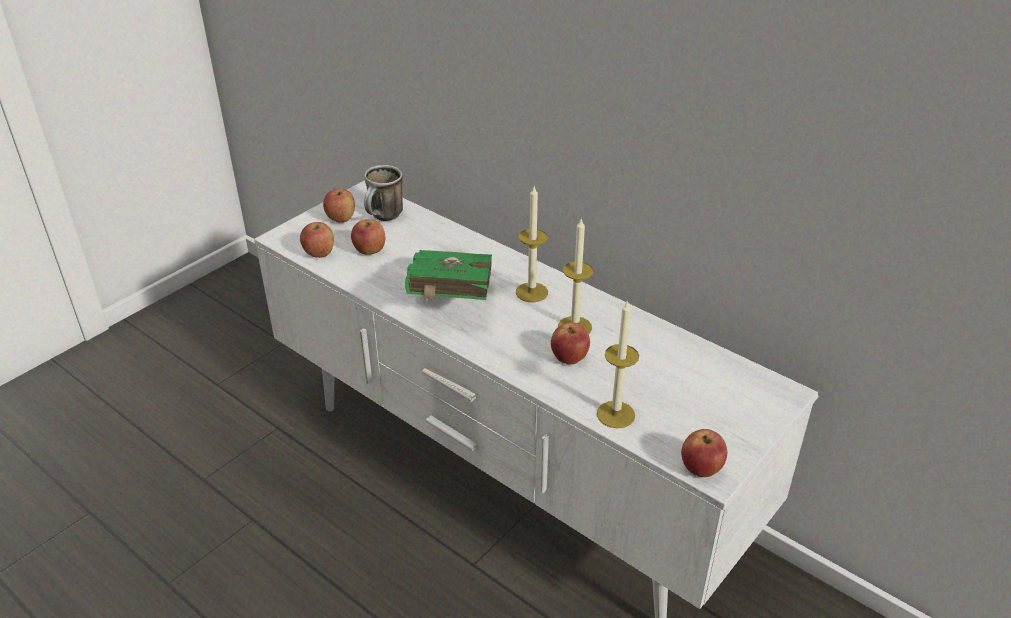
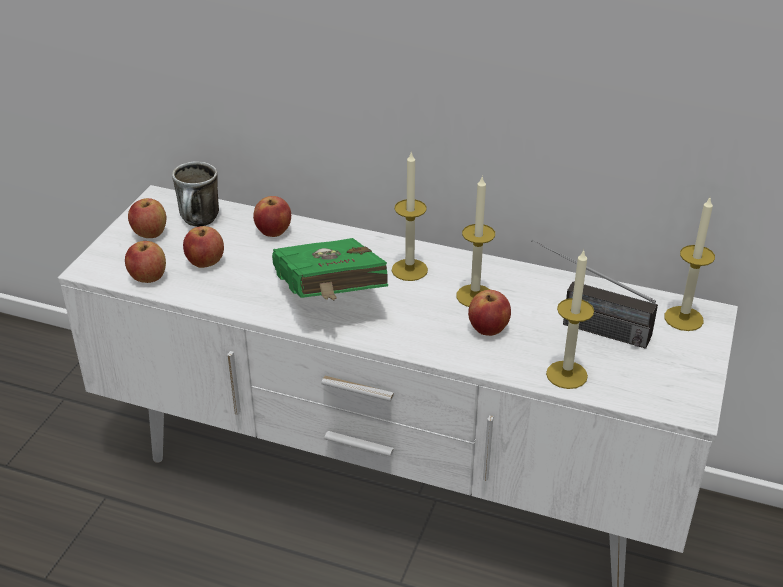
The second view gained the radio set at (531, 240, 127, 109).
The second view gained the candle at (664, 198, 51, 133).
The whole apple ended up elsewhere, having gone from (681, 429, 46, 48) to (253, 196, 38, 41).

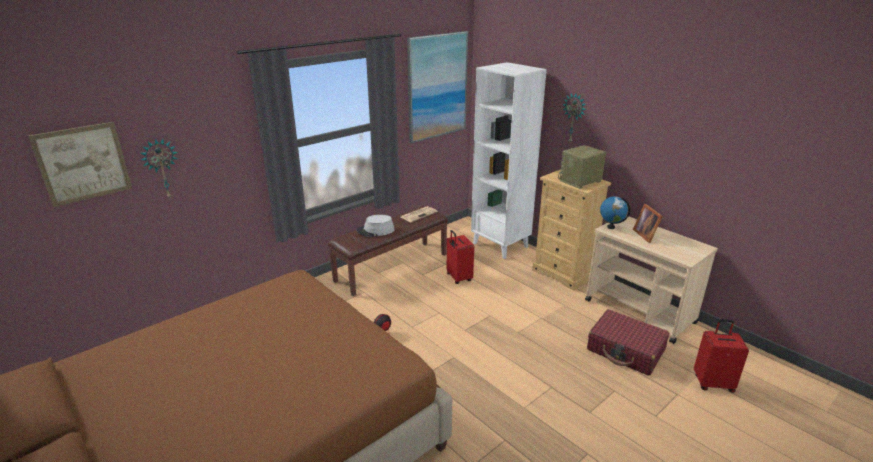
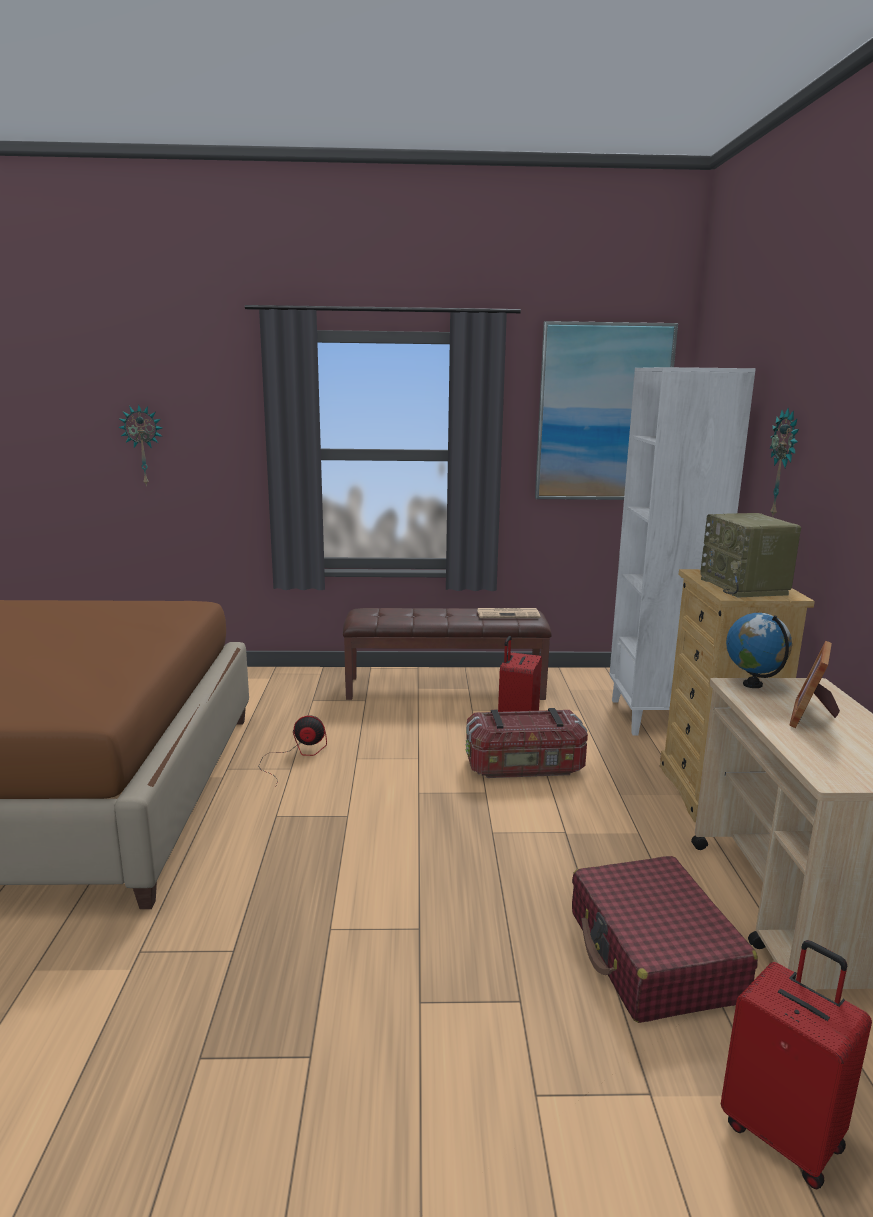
The second view lost the wall art at (28, 122, 104, 85).
The second view lost the hat in greyish at (356, 215, 39, 22).
The second view gained the storage bin at (465, 708, 123, 70).
The radio set at (558, 145, 48, 44) ended up facing another way, 105 degrees counterclockwise from before.

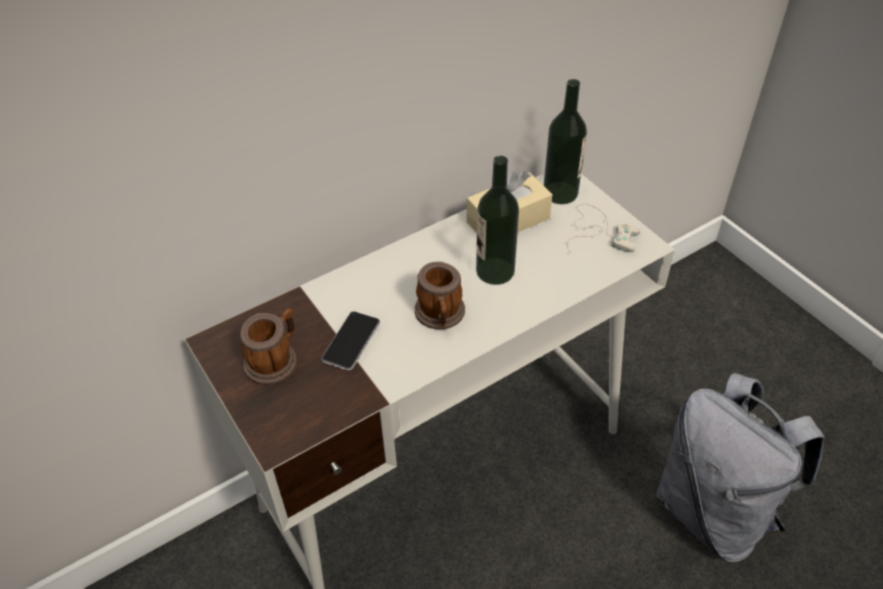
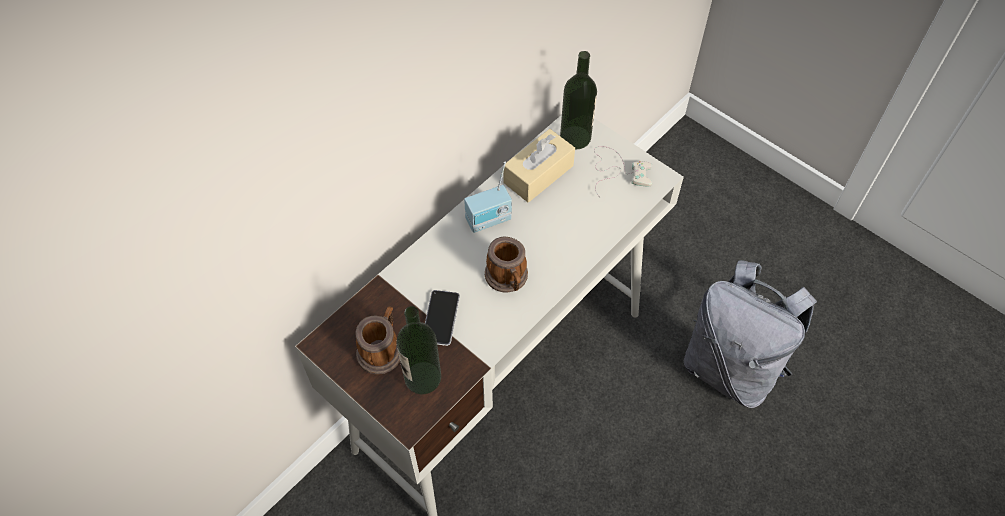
The second view gained the radio set at (464, 161, 48, 72).
The beverage bottle ended up elsewhere, having gone from (476, 156, 43, 129) to (396, 306, 45, 88).

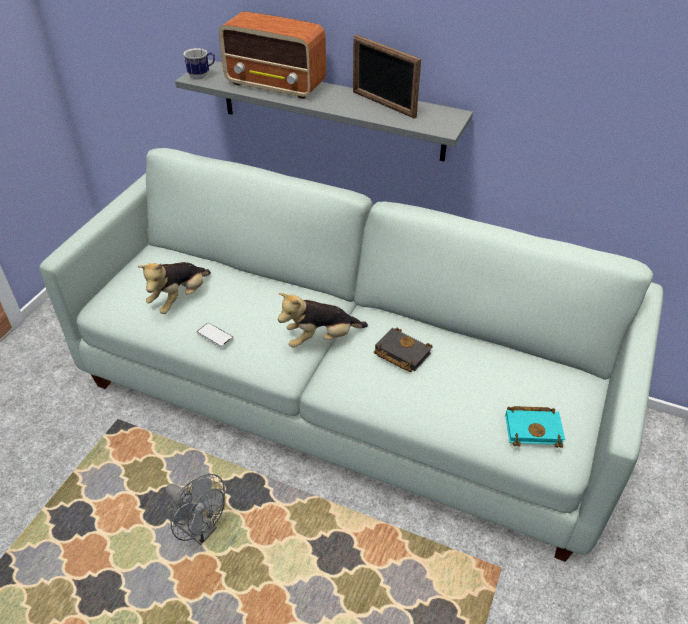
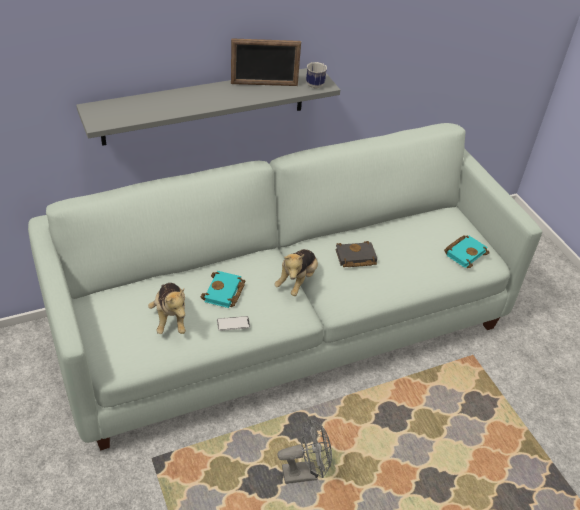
The second view lost the radio set at (219, 12, 107, 87).
The second view gained the volume in blue-green at (201, 271, 45, 37).
The tea mug ended up elsewhere, having gone from (184, 48, 31, 31) to (306, 62, 21, 27).

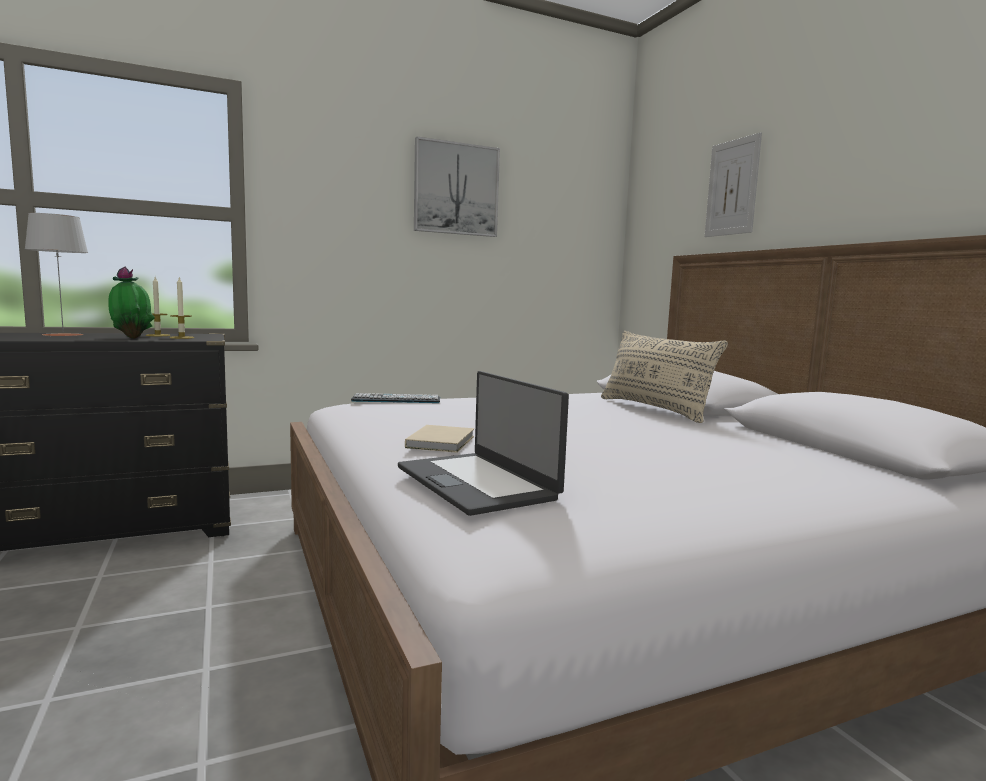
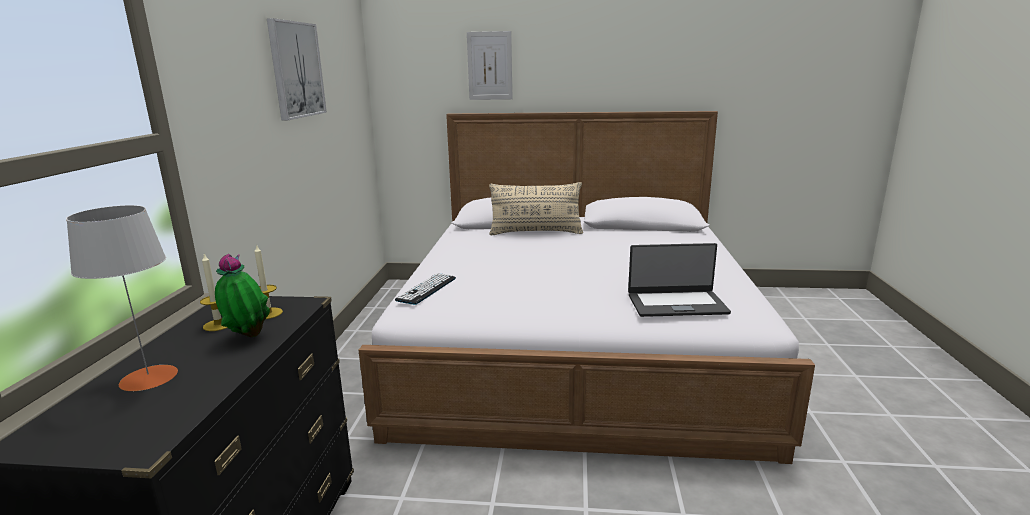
The second view lost the volume in sand-coloured at (405, 425, 69, 28).

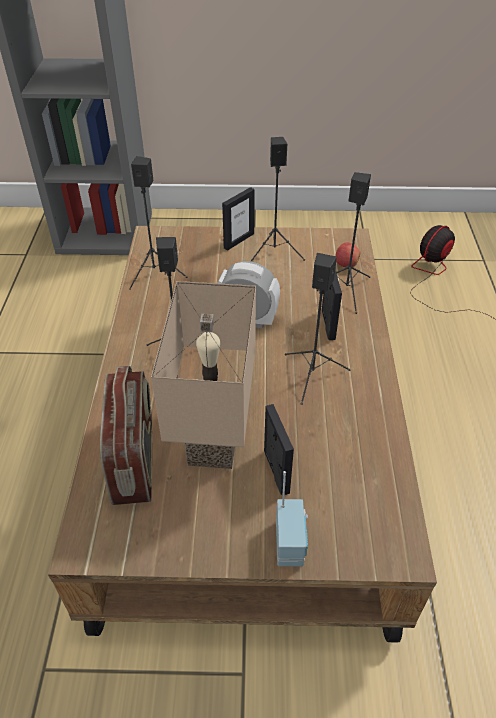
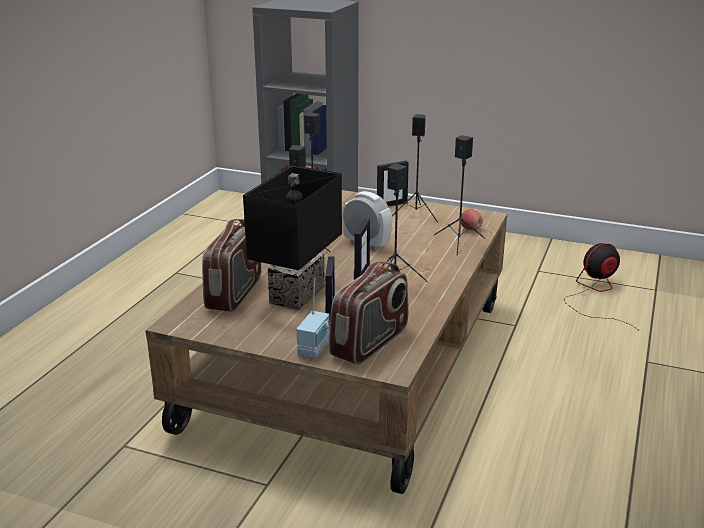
The second view gained the radio set at (329, 261, 80, 104).
The photo frame ended up elsewhere, having gone from (322, 271, 20, 69) to (354, 218, 16, 62).
What was the tabletop lamp in sand-coloured at (151, 281, 105, 188) turned into the tabletop lamp in black at (243, 165, 99, 145).

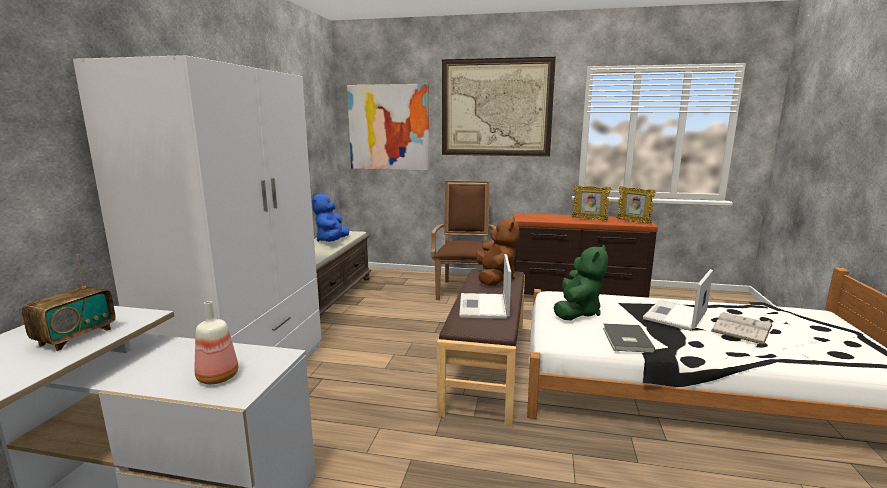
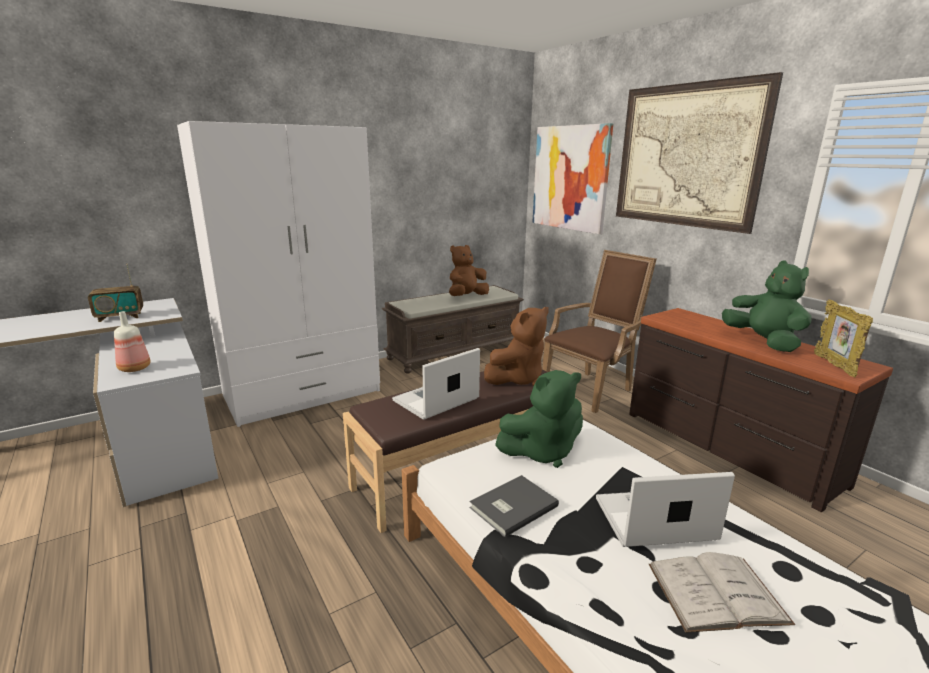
Where the photo frame stood at (571, 185, 40, 36), the plush toy in greenish came to stand at (722, 261, 89, 91).
What was the plush toy in blue-coloured at (312, 193, 37, 49) turned into the plush toy in brown-coloured at (449, 245, 40, 51).

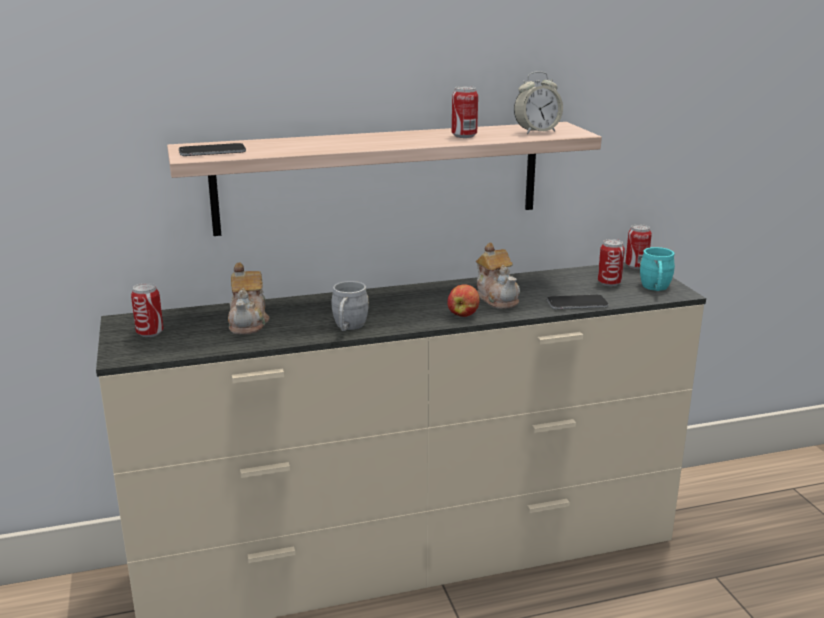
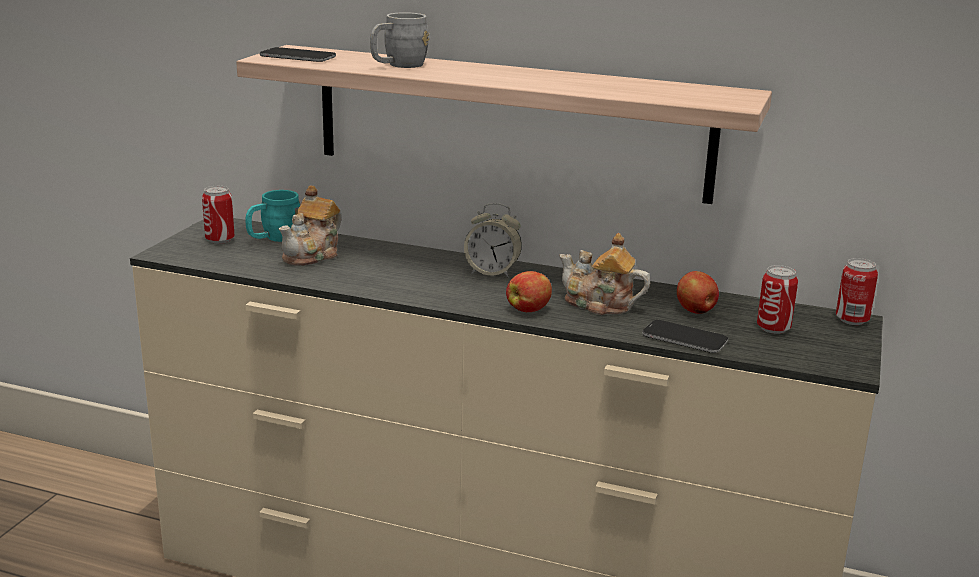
The second view lost the can at (452, 86, 26, 52).
The second view gained the whole apple at (677, 271, 42, 43).
The tea mug in greyish ended up elsewhere, having gone from (331, 281, 38, 50) to (370, 12, 59, 56).
The table clock ended up elsewhere, having gone from (514, 71, 49, 63) to (464, 203, 58, 75).
The tea mug in blue-green ended up elsewhere, having gone from (640, 247, 35, 44) to (245, 190, 55, 52).
The tea pot at (476, 242, 44, 67) ended up facing another way, 105 degrees clockwise from before.

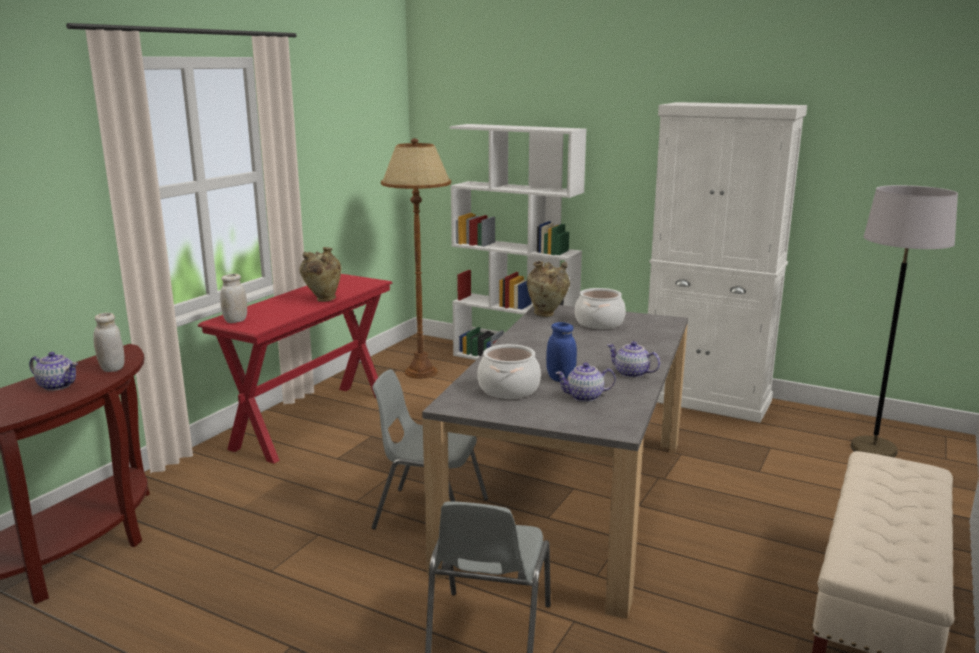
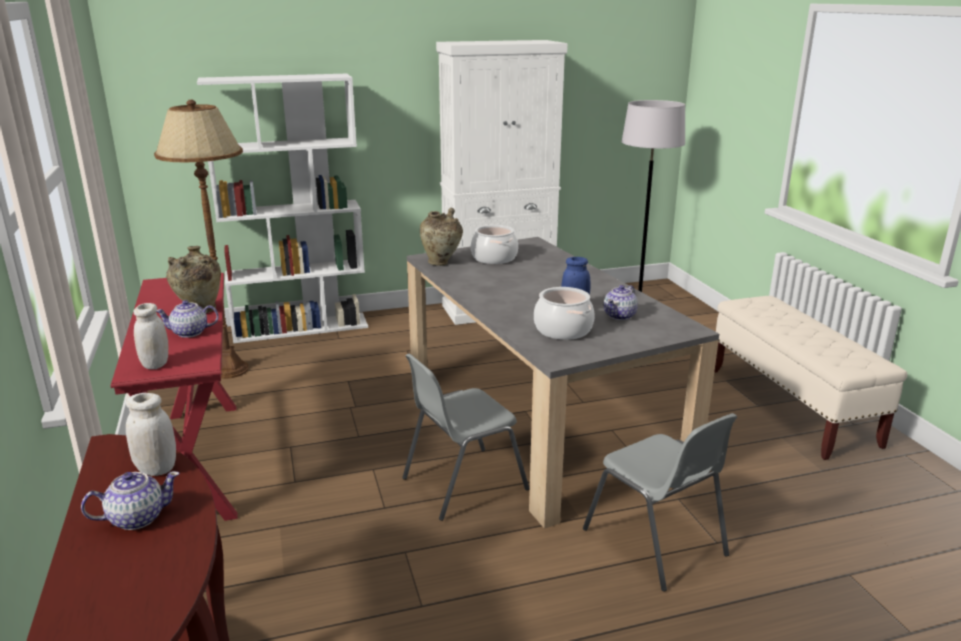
The tea pot ended up elsewhere, having gone from (607, 341, 53, 37) to (156, 300, 63, 38).

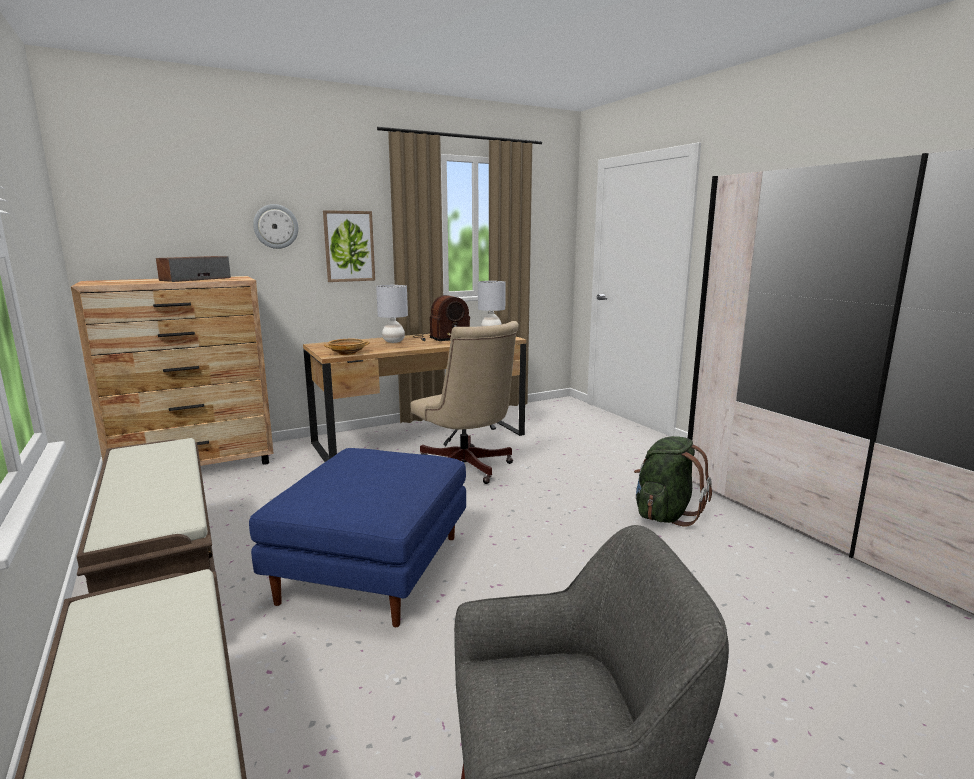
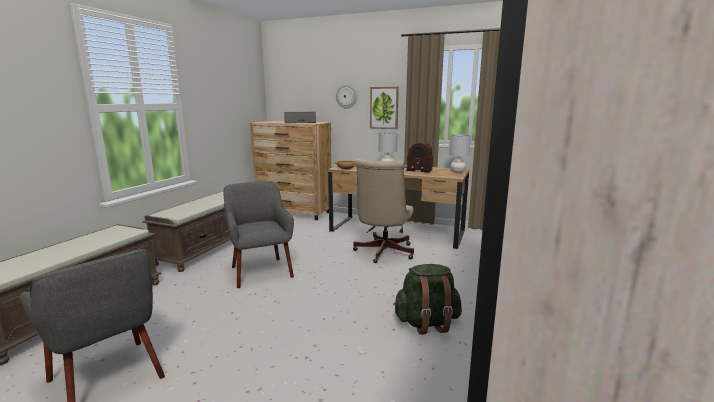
Where the footrest in blue-coloured stood at (249, 448, 217, 179), the easy chair in greyish came to stand at (223, 181, 71, 107).

